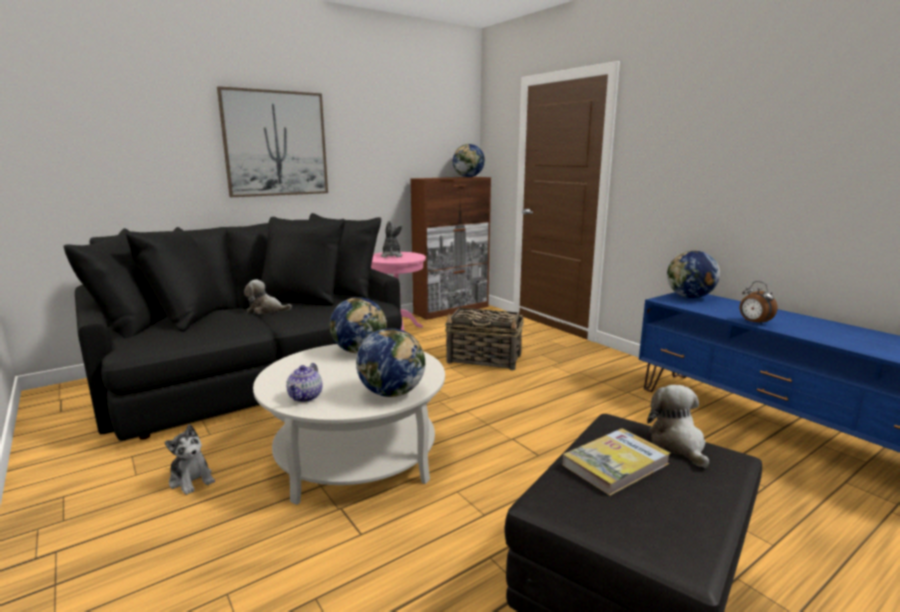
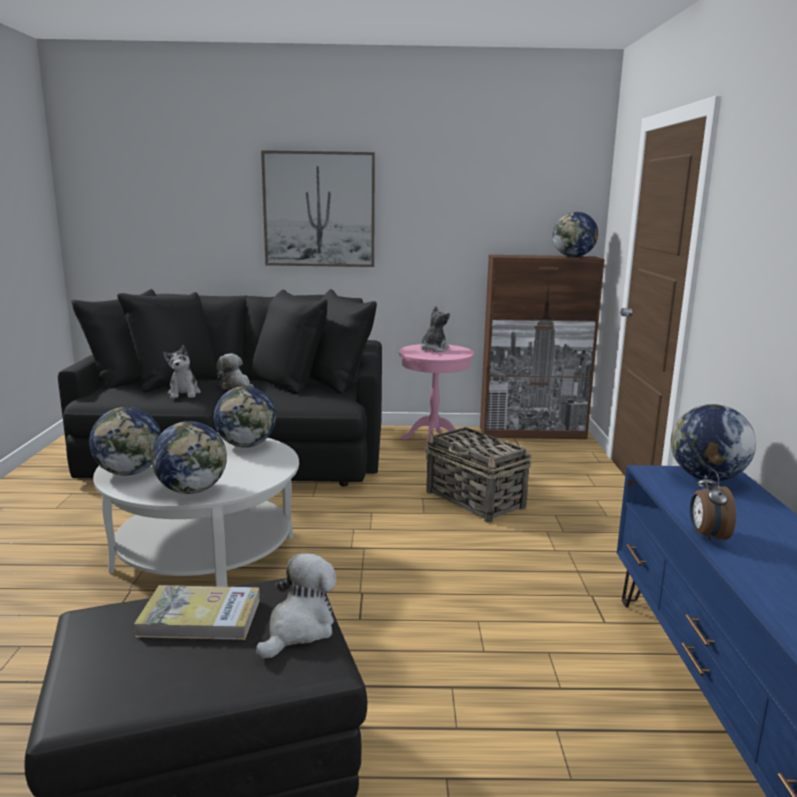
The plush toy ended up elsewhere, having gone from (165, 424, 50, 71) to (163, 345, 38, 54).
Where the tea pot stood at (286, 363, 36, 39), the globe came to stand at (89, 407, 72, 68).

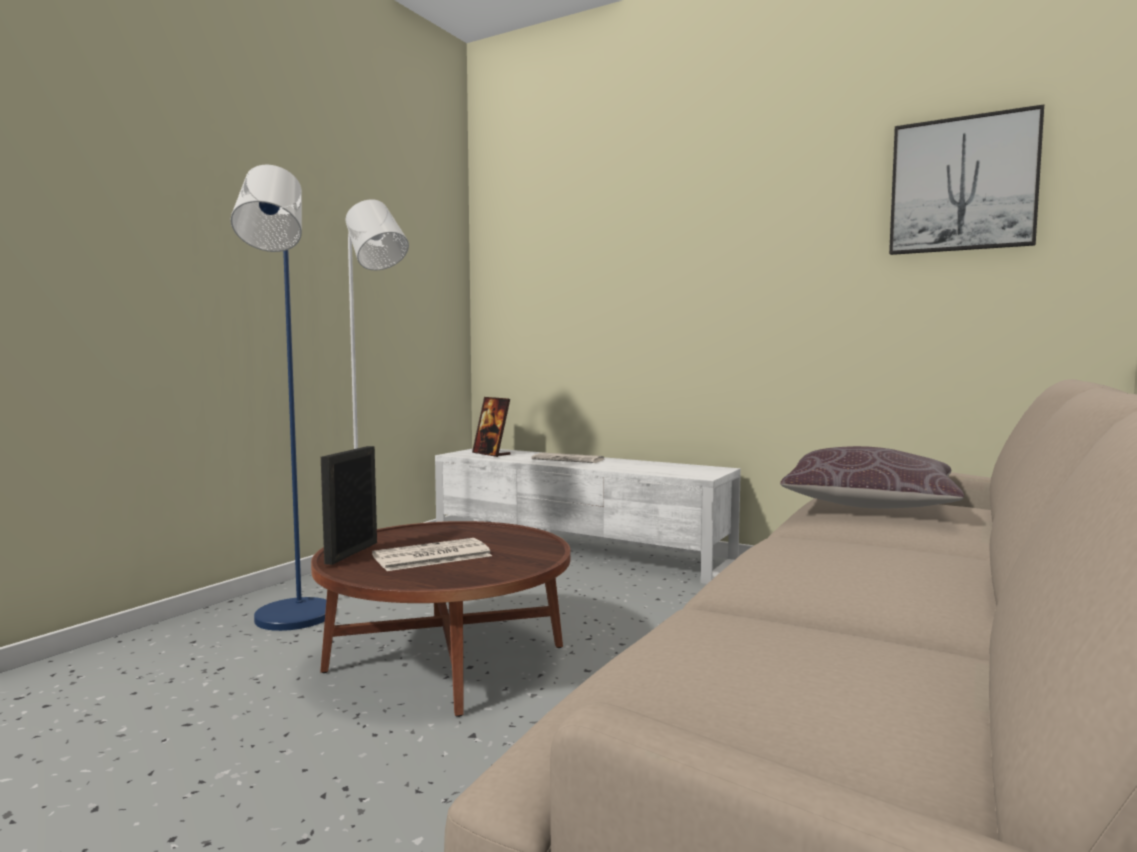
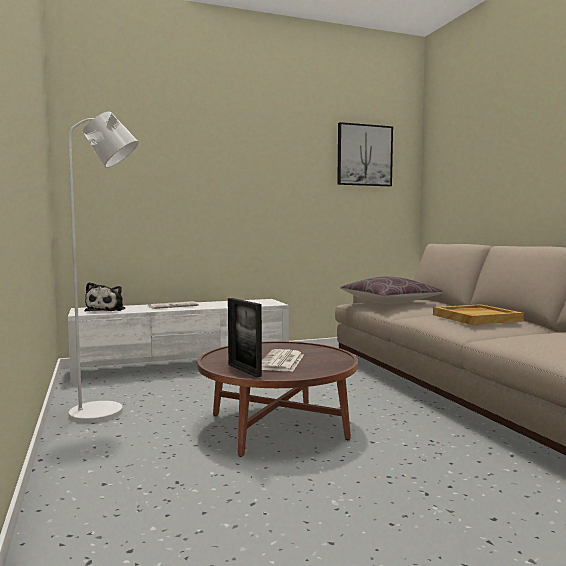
The second view lost the standing lamp in blue-coloured at (231, 165, 95, 466).
The second view gained the carrying tray in sand-coloured at (433, 304, 91, 21).
Where the photo frame stood at (472, 397, 38, 60), the plush toy came to stand at (85, 282, 40, 29).

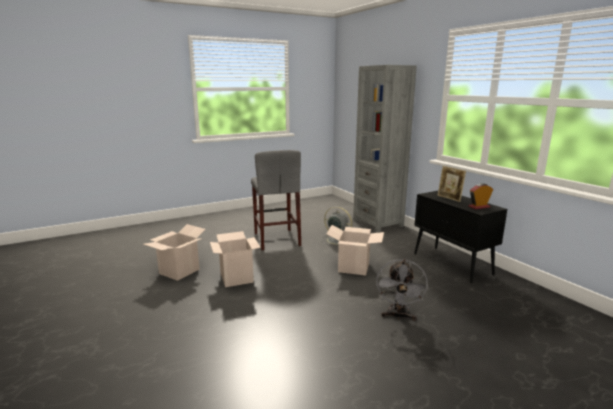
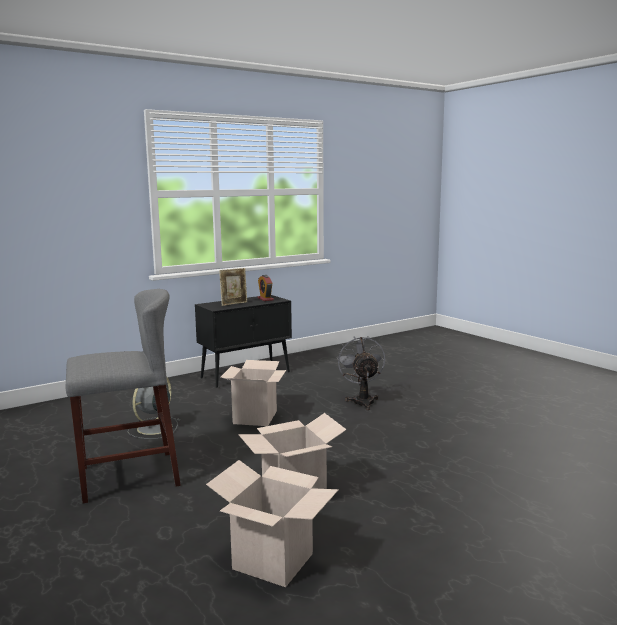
The second view lost the bookcase in greyish at (353, 65, 64, 168).
The cooling fan in greyish at (376, 259, 52, 62) ended up facing another way, 105 degrees counterclockwise from before.

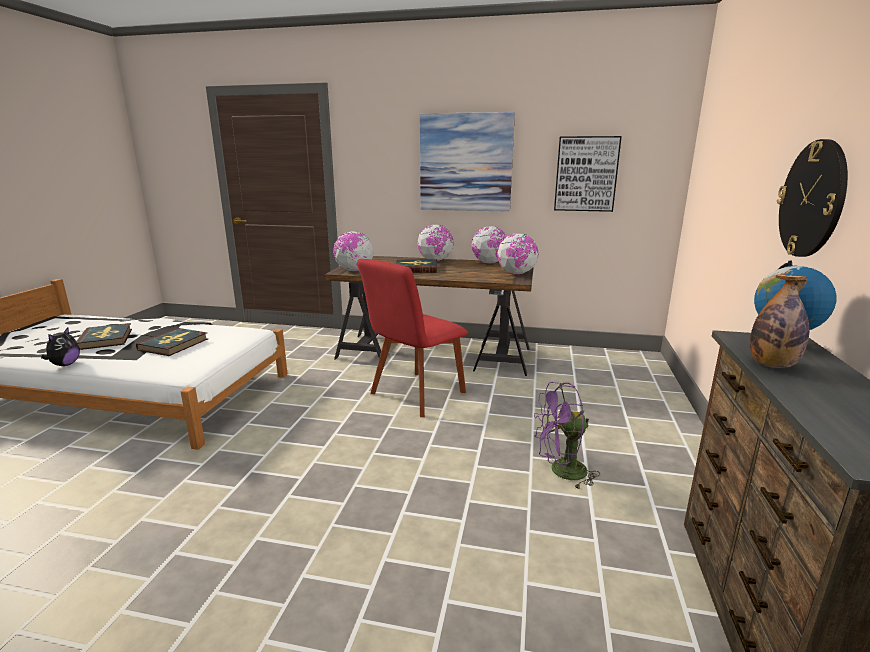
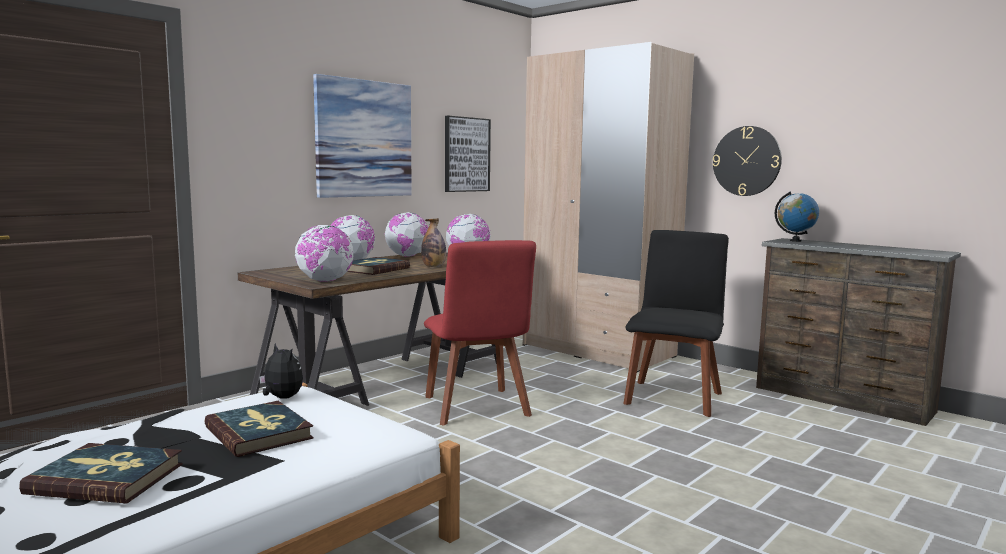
The second view gained the clothes cupboard in sand-coloured at (523, 42, 171, 330).
The plush toy ended up elsewhere, having gone from (41, 328, 39, 38) to (259, 343, 44, 56).
The beverage bottle ended up elsewhere, having gone from (750, 275, 59, 93) to (421, 218, 25, 49).
Where the cooling fan in purplish stood at (534, 382, 66, 108), the plain chair in black came to stand at (623, 230, 106, 187).

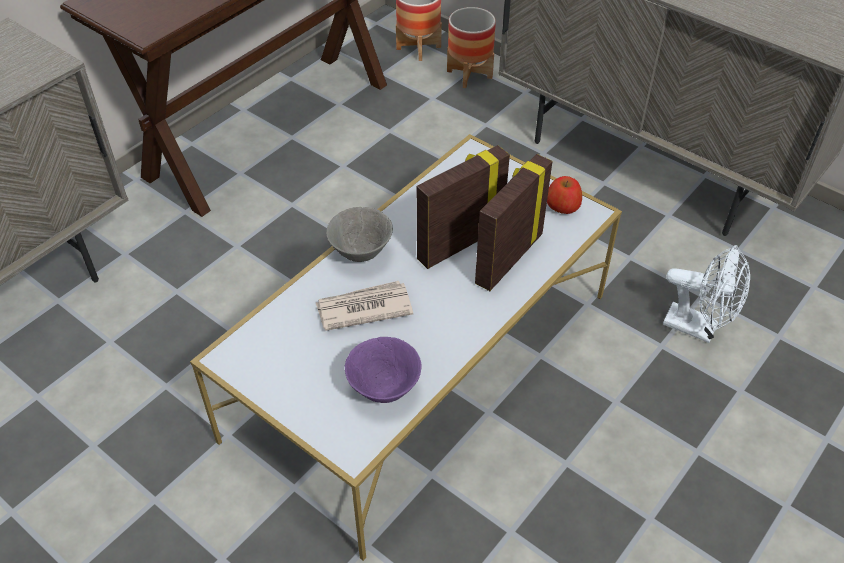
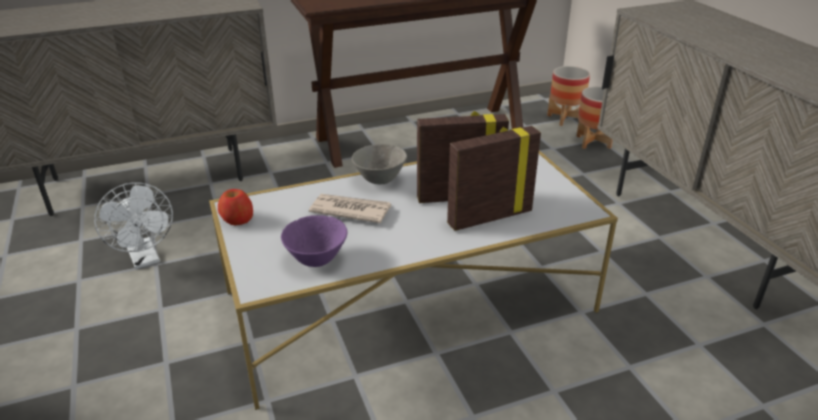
The whole apple ended up elsewhere, having gone from (547, 176, 35, 38) to (218, 189, 35, 36).
The cooling fan in white ended up elsewhere, having gone from (663, 245, 87, 98) to (94, 183, 79, 86).

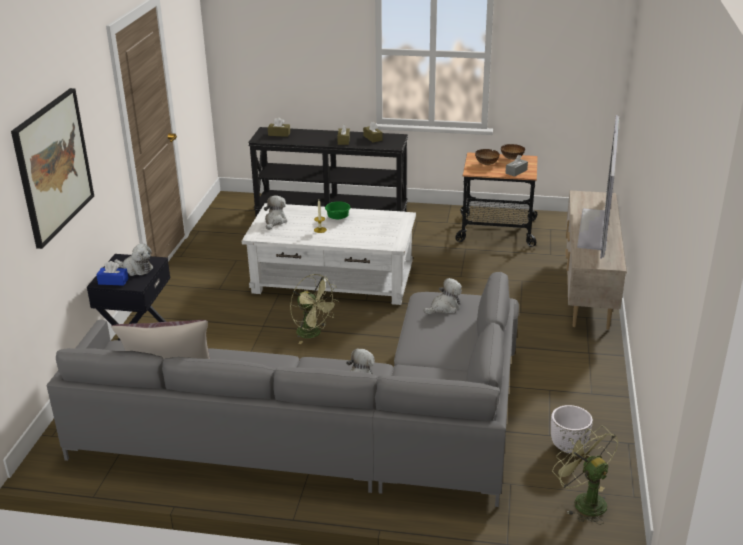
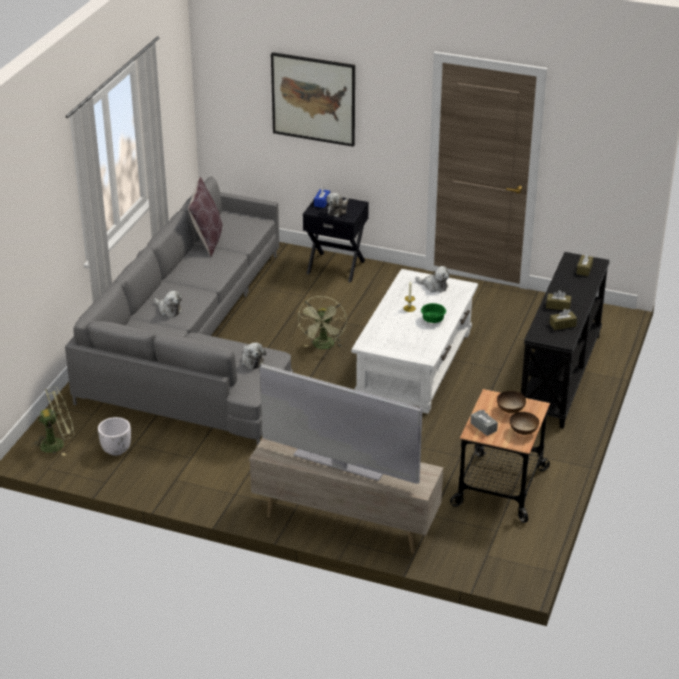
The cooling fan in greenish at (290, 274, 49, 70) ended up facing another way, 45 degrees counterclockwise from before.

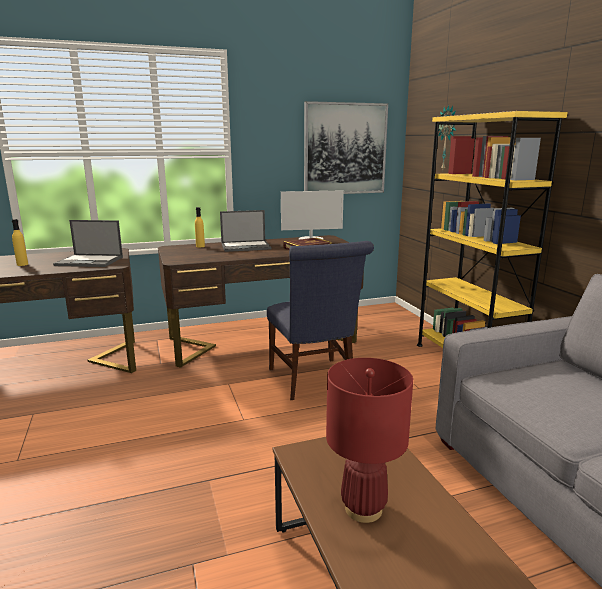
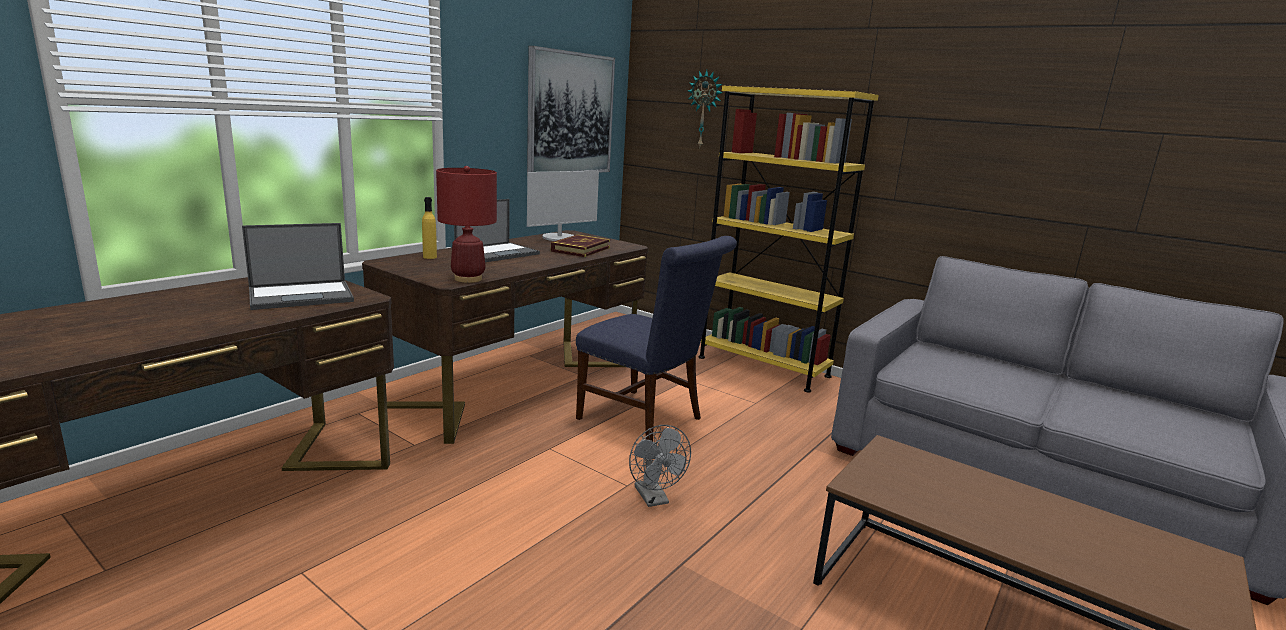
The second view lost the beverage bottle in yellow at (12, 219, 16, 47).
The second view gained the cooling fan in greyish at (629, 425, 62, 82).
The tabletop lamp in red-coloured ended up elsewhere, having gone from (326, 358, 87, 165) to (436, 166, 61, 117).

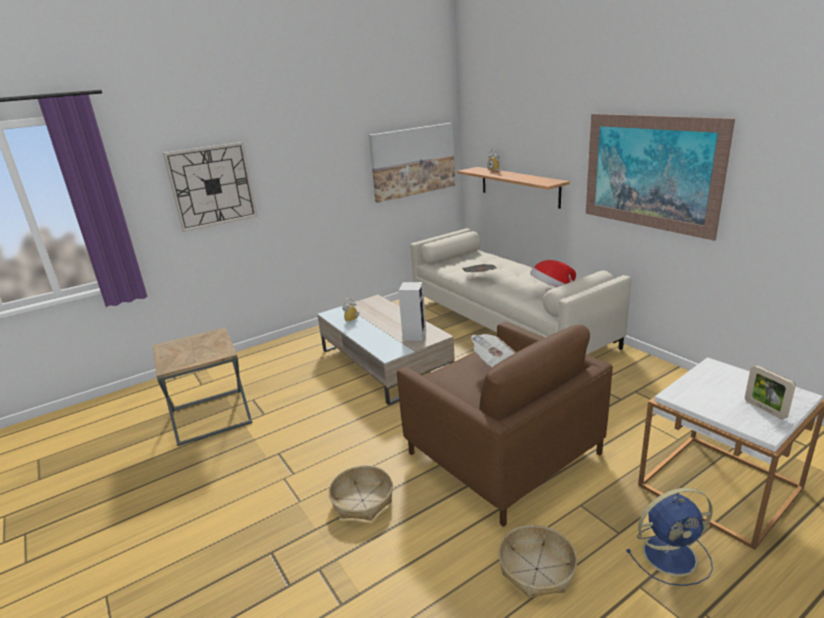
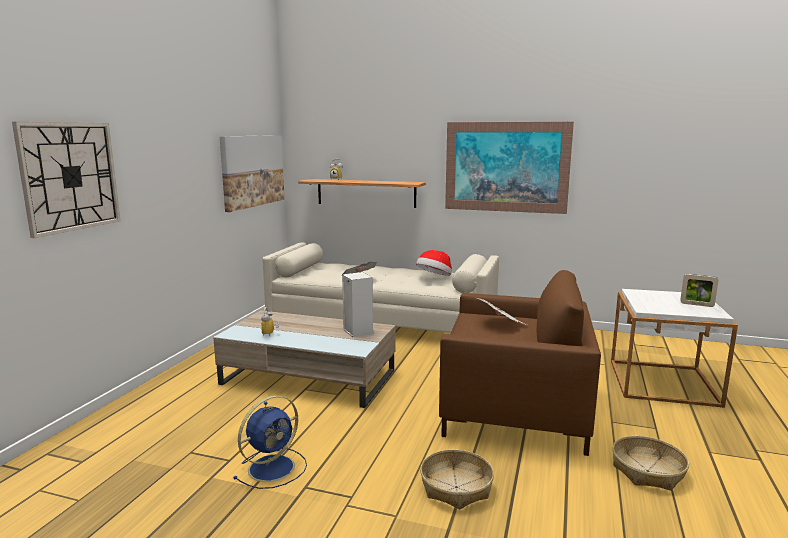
The second view lost the end table in brown-coloured at (153, 328, 100, 118).
The cooling fan in blue-coloured ended up elsewhere, having gone from (626, 488, 87, 98) to (233, 395, 74, 94).

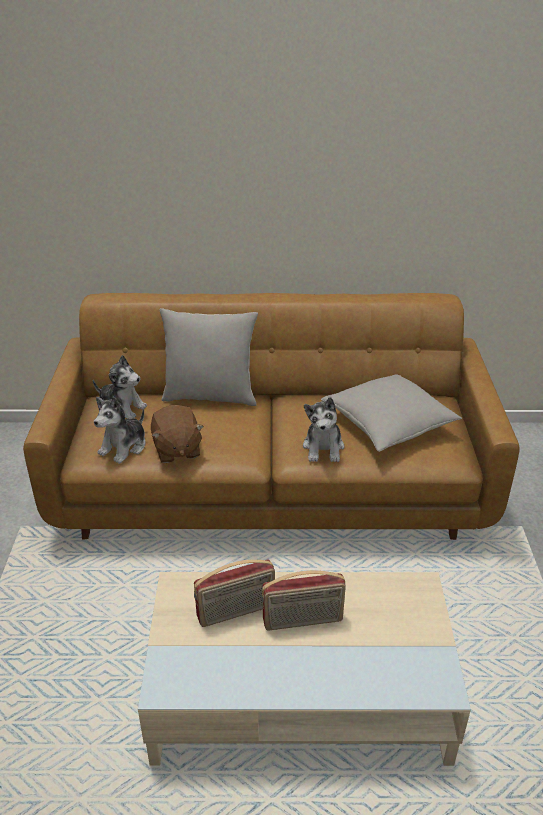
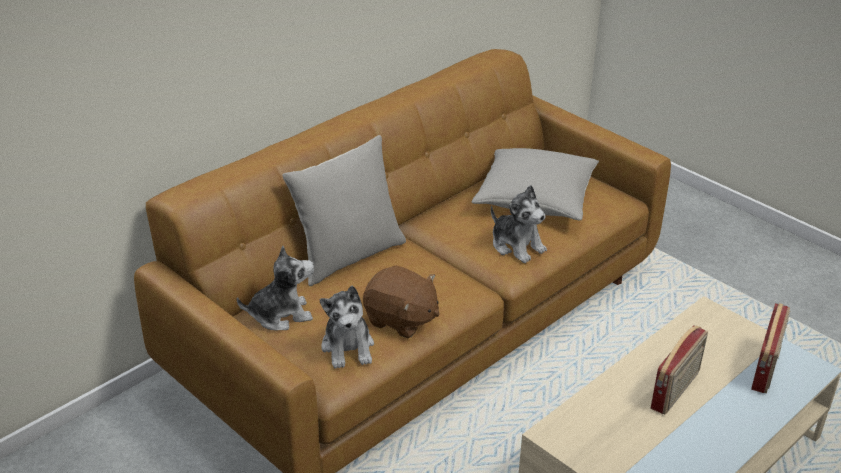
The radio set ended up elsewhere, having gone from (194, 560, 81, 67) to (751, 303, 39, 90).

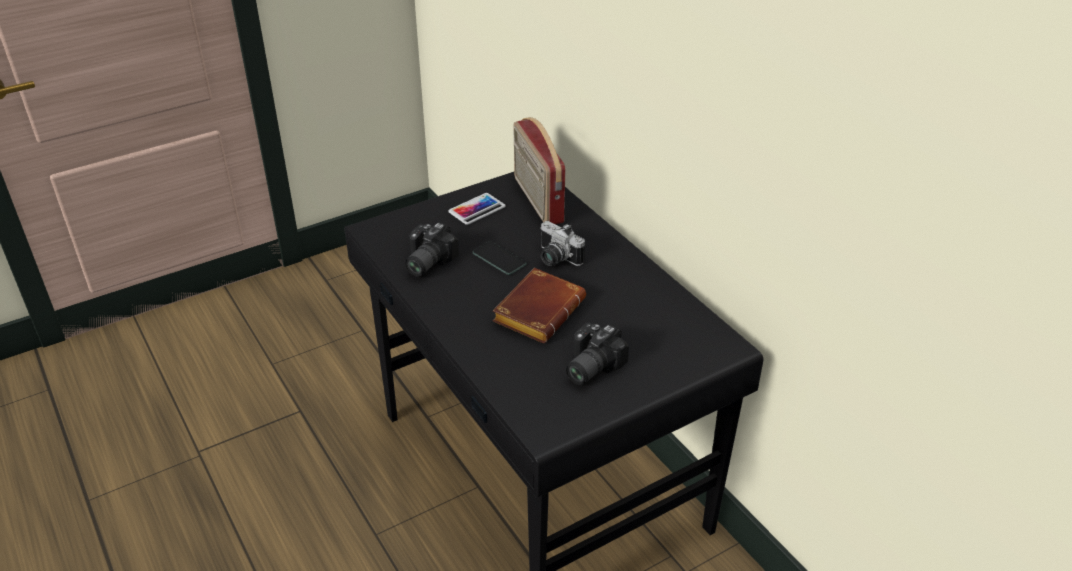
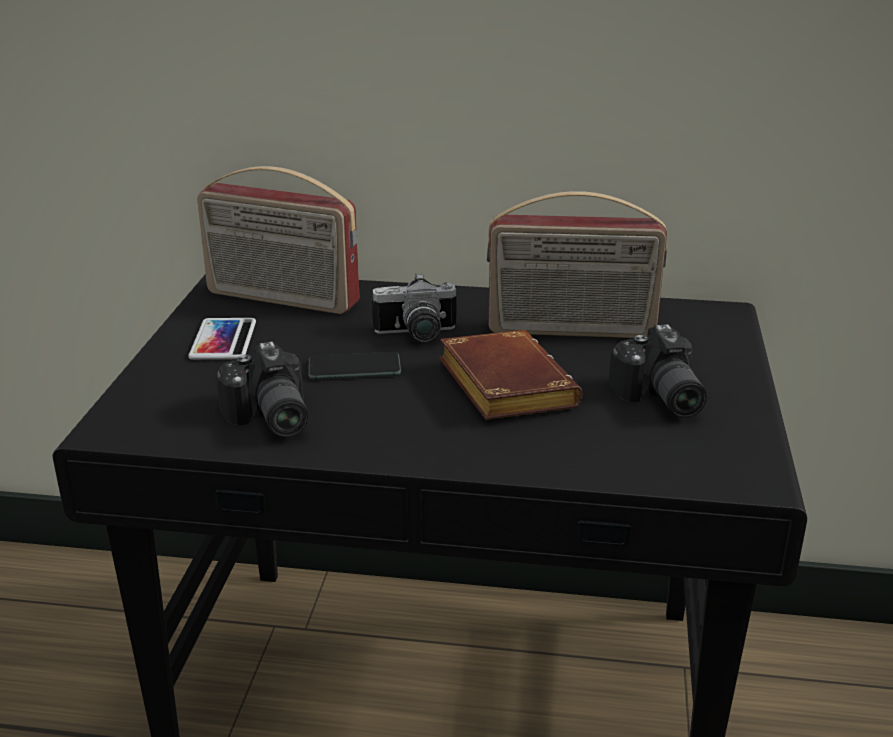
The second view gained the radio set at (487, 191, 180, 147).

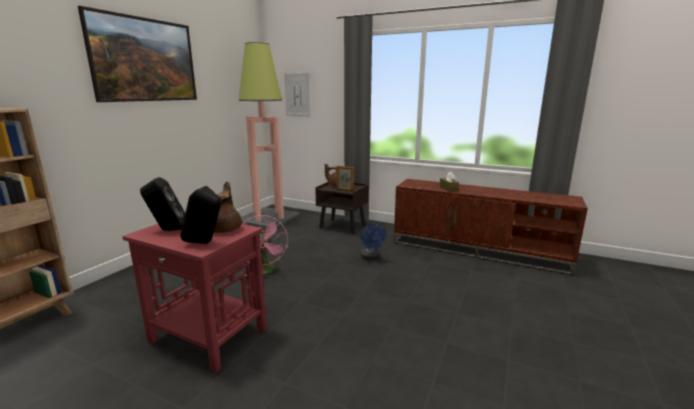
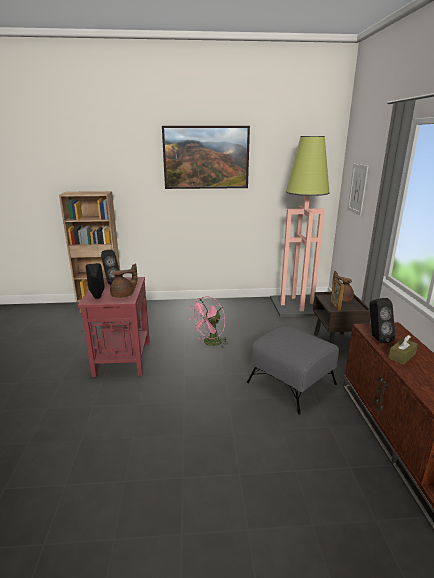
The second view gained the loudspeaker in black at (370, 298, 25, 46).
Where the cooling fan in blue-coloured stood at (360, 223, 27, 37), the footrest in greyish came to stand at (247, 325, 92, 89).

